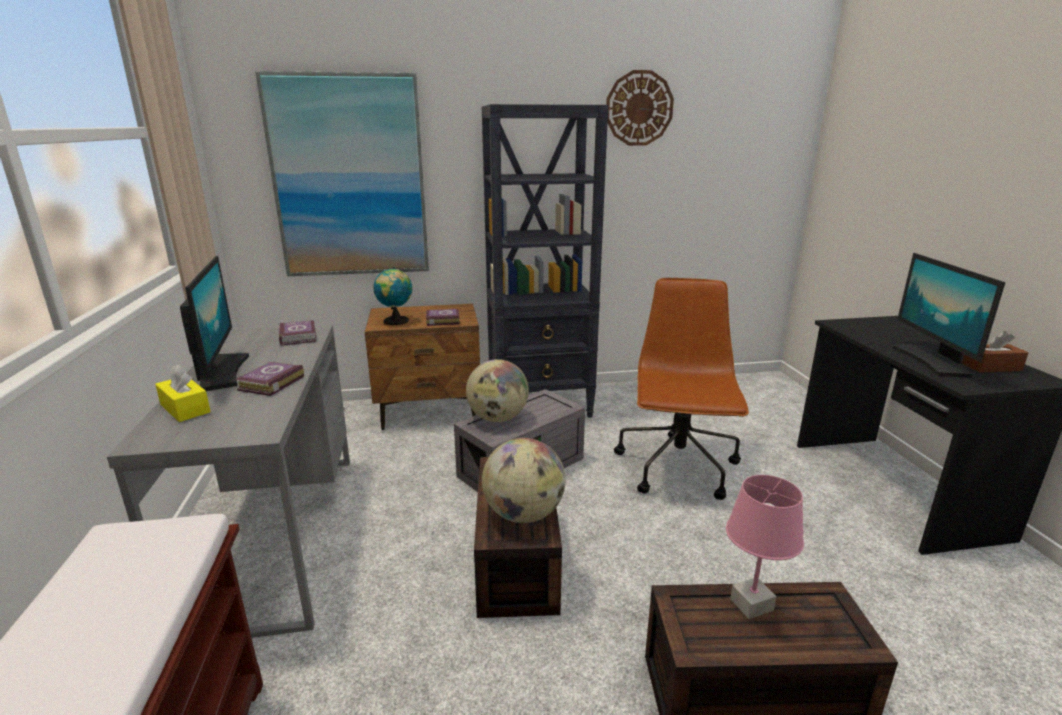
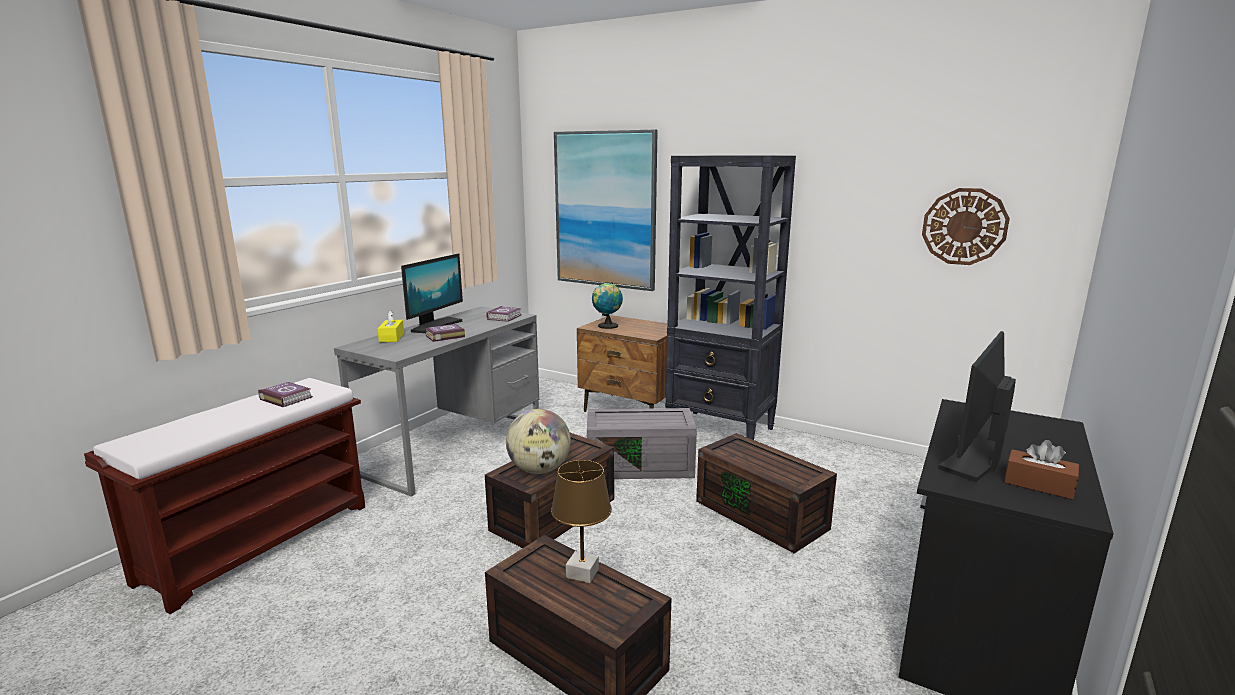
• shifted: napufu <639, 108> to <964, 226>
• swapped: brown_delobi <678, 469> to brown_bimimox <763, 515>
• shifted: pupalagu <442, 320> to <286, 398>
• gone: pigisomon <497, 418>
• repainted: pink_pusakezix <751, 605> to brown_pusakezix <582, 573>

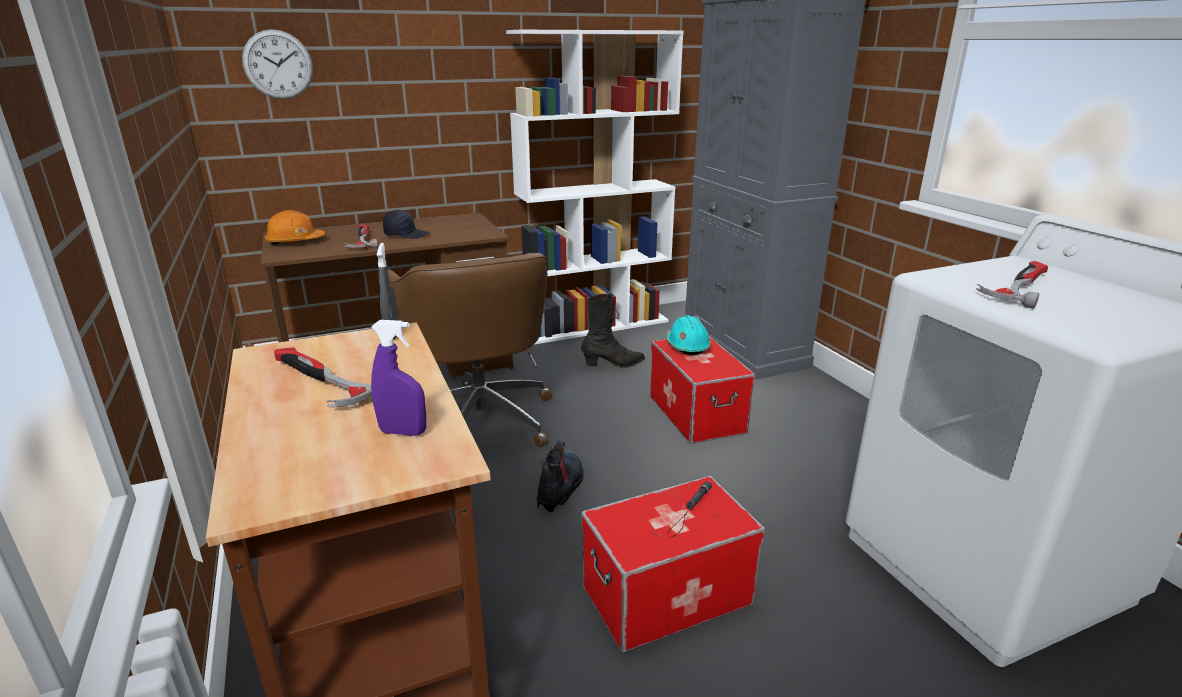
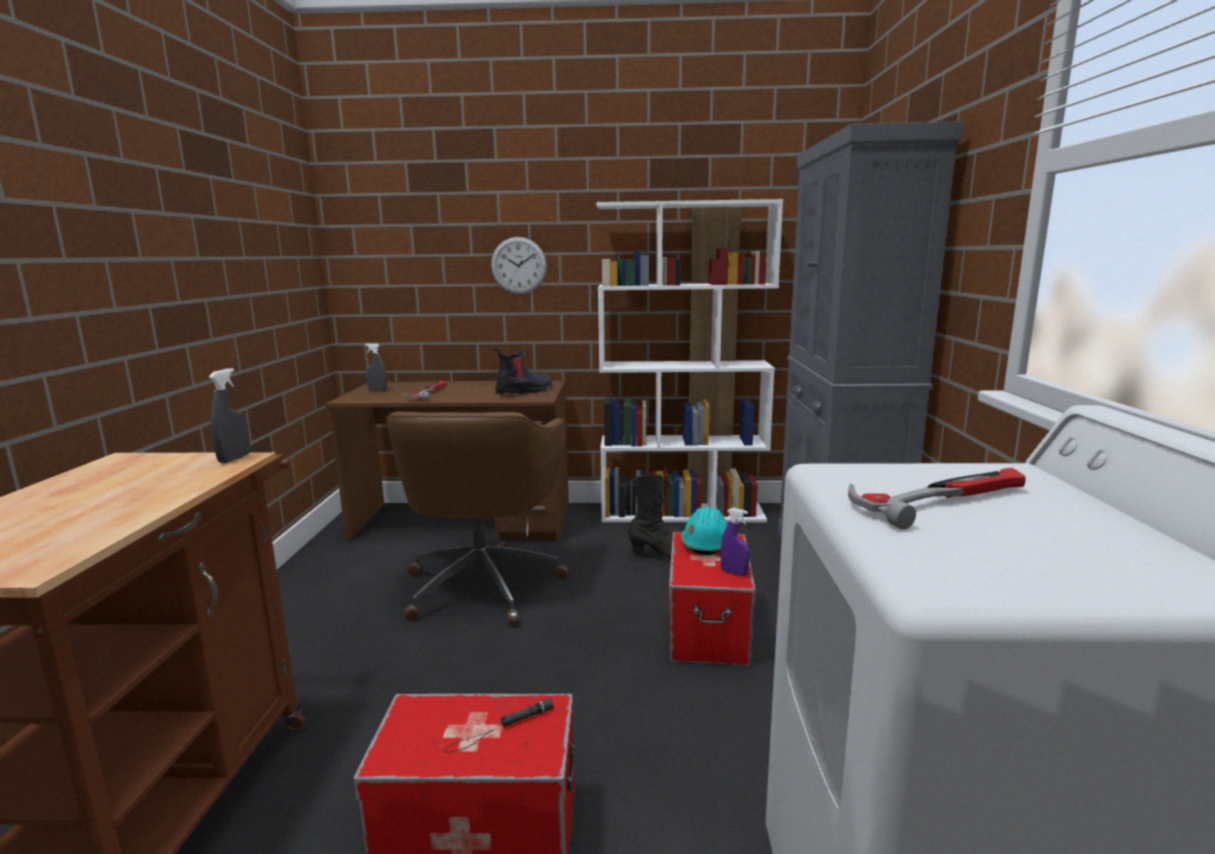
• shifted: napufu <278, 65> to <518, 265>
• swapped: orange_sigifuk <295, 242> to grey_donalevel <377, 390>
• gone: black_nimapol <406, 234>
• shifted: purple_donalevel <403, 432> to <734, 573>
• gone: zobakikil <320, 381>
• shifted: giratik <560, 487> to <524, 391>

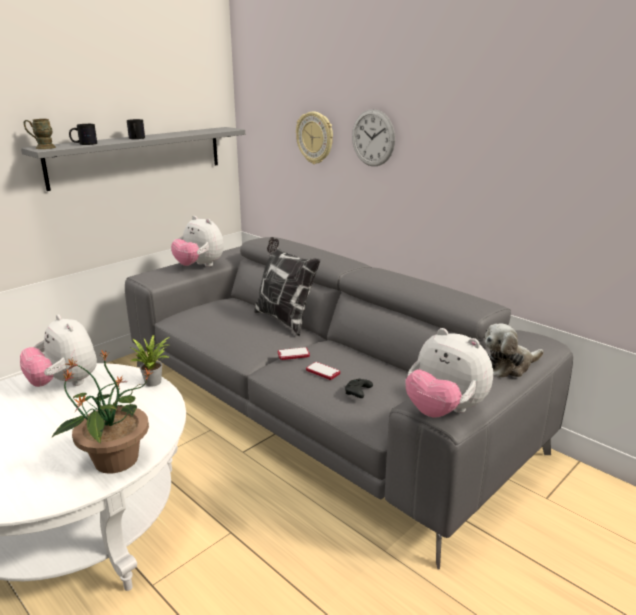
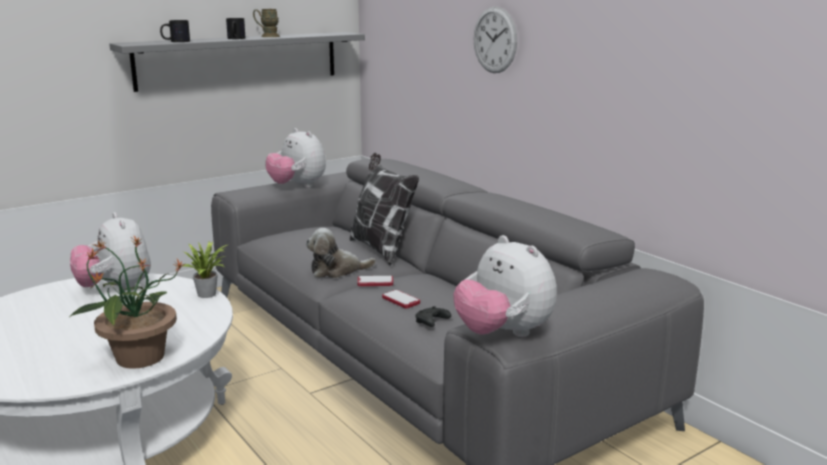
• gone: napufu <315, 138>
• shifted: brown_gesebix <41, 147> to <267, 36>
• shifted: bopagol <508, 366> to <337, 270>

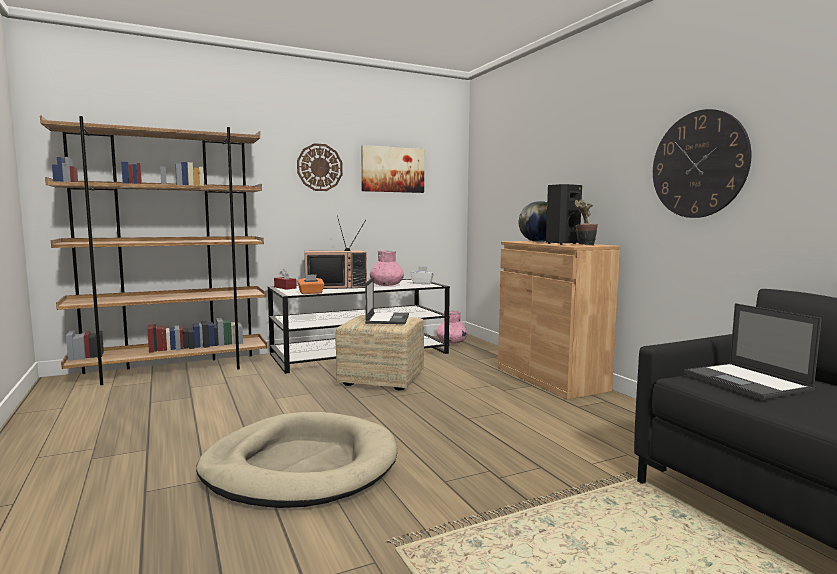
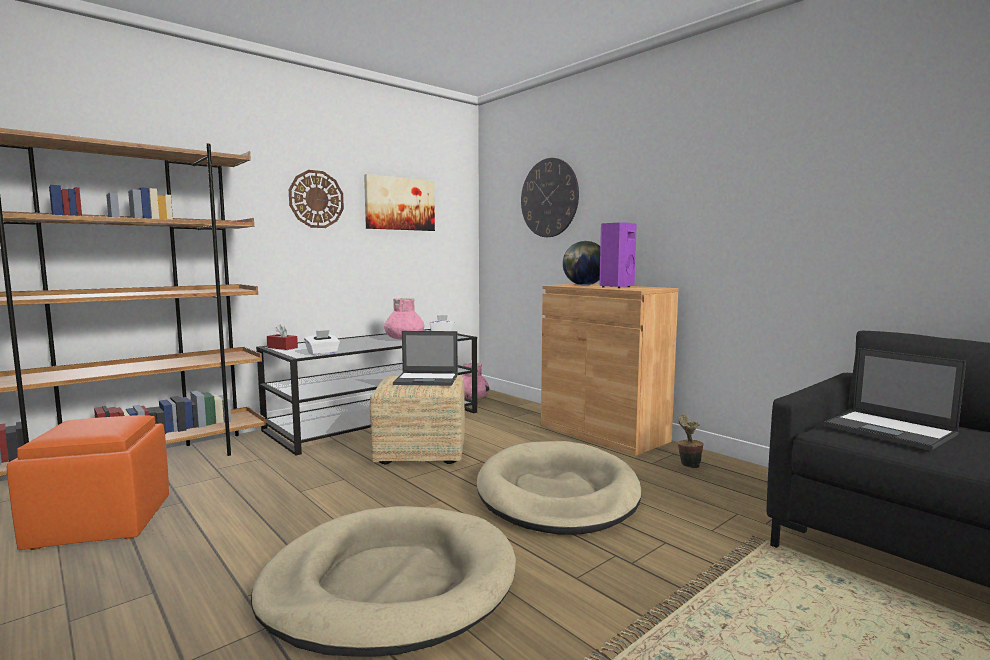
• shifted: napufu <698, 164> to <549, 198>
• repainted: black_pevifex <561, 243> to purple_pevifex <615, 287>
• shifted: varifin <584, 245> to <688, 465>
• gone: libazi <336, 286>
• repainted: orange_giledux <311, 293> to white_giledux <322, 353>
• rotated: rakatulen <387, 319> = <427, 380> 105 degrees clockwise
• new: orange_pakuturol <99, 524>
• new: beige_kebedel <557, 493>

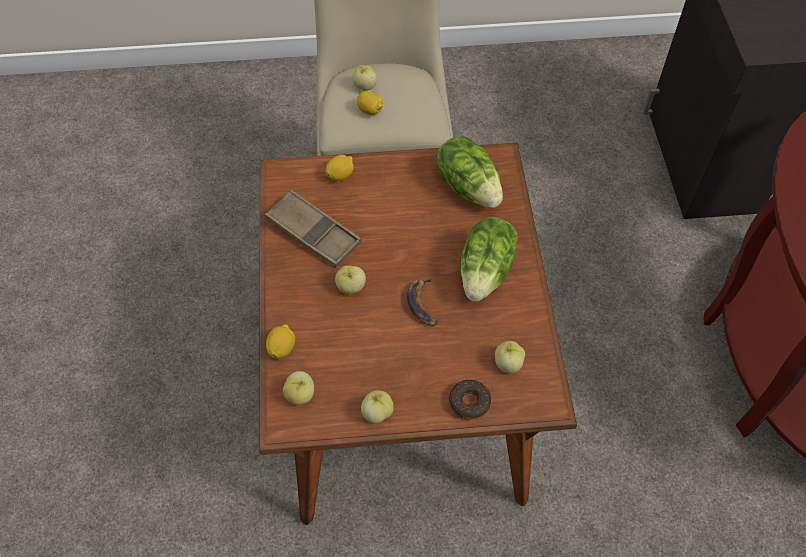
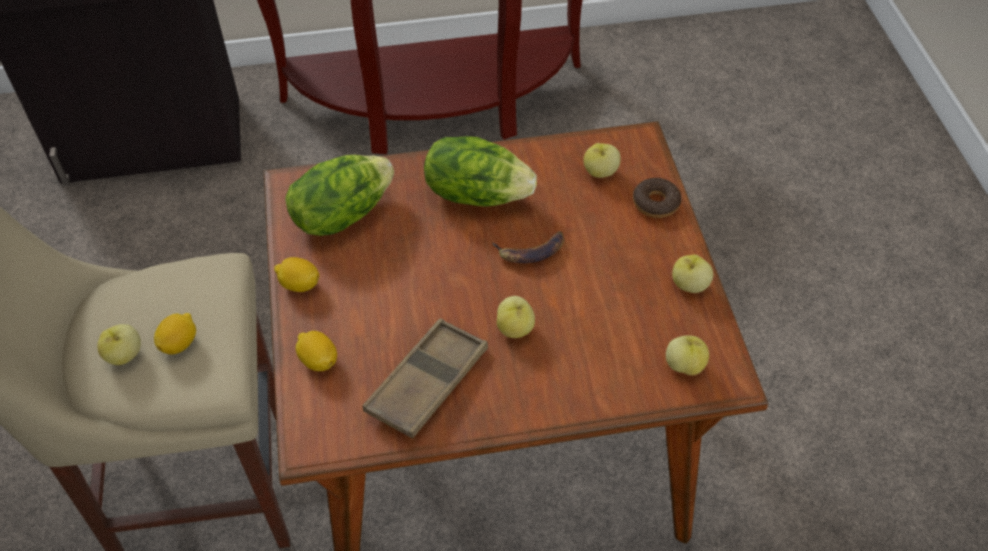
• shifted: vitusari <282, 348> to <299, 284>

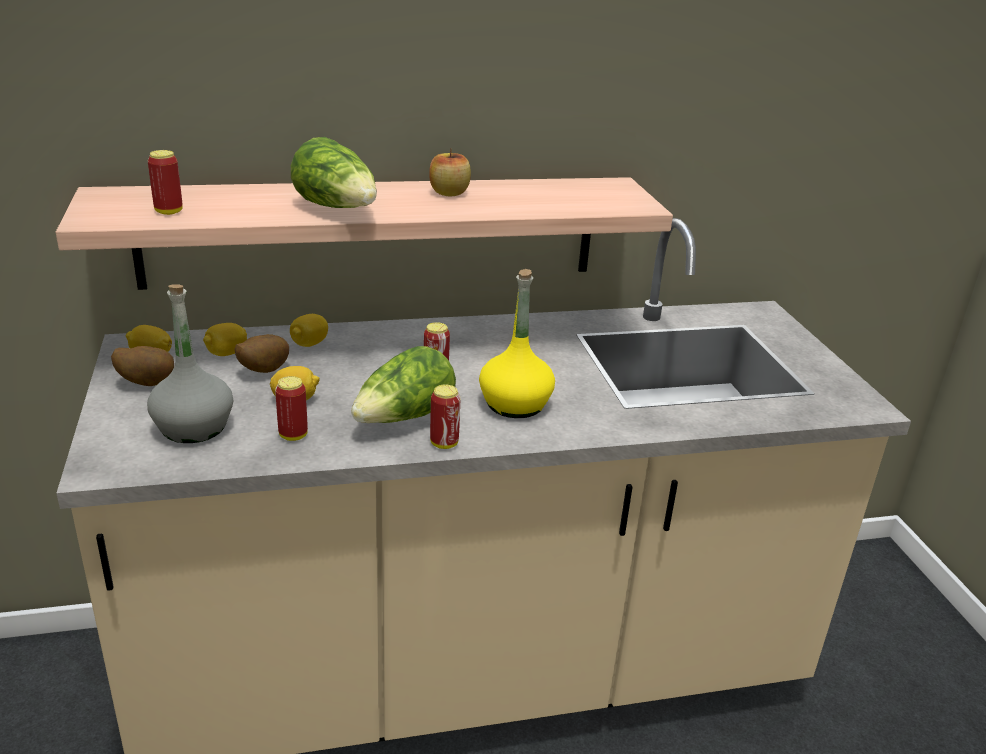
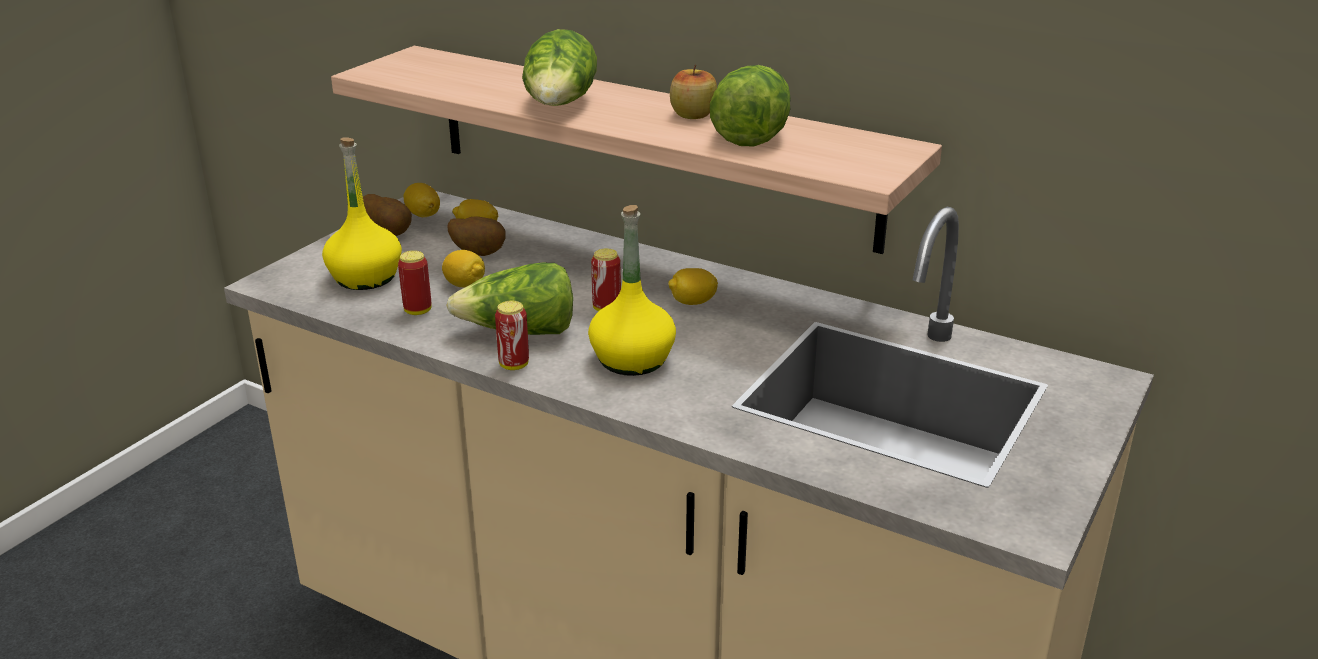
• gone: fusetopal <169, 212>
• repainted: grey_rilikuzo <193, 427> to yellow_rilikuzo <365, 277>
• shifted: vitusari <309, 344> to <692, 302>
• new: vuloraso <750, 133>

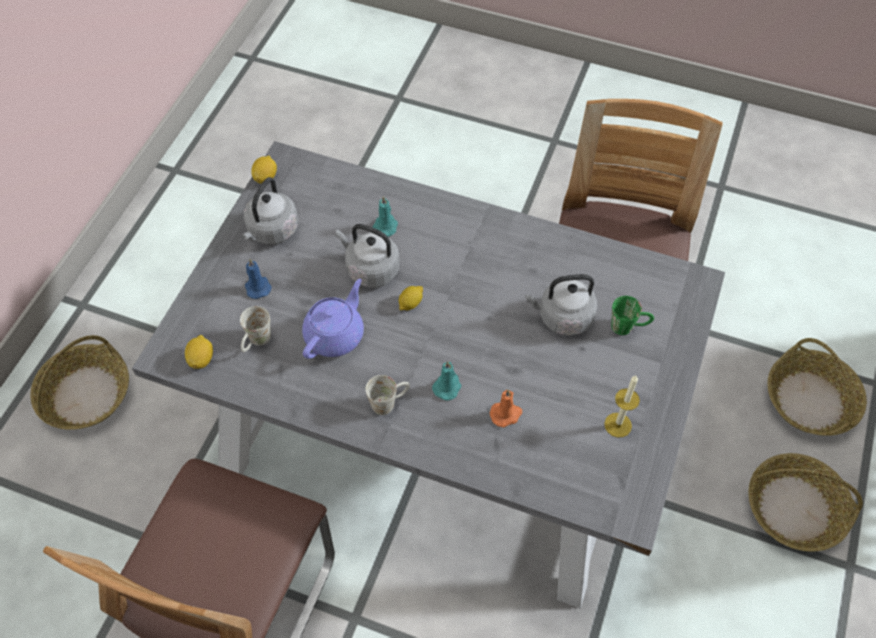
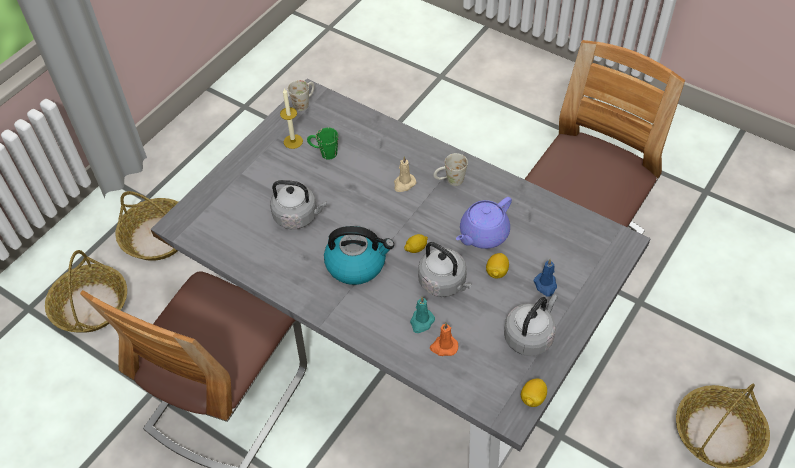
• shifted: green_gesebix <628, 326> to <323, 152>
• shifted: white_gesebix <256, 342> to <304, 102>
• shifted: vitusari <201, 359> to <496, 272>
• repainted: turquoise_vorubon <447, 386> to beige_vorubon <404, 184>
• shifted: orange_vorubon <506, 414> to <443, 347>
• new: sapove <357, 264>

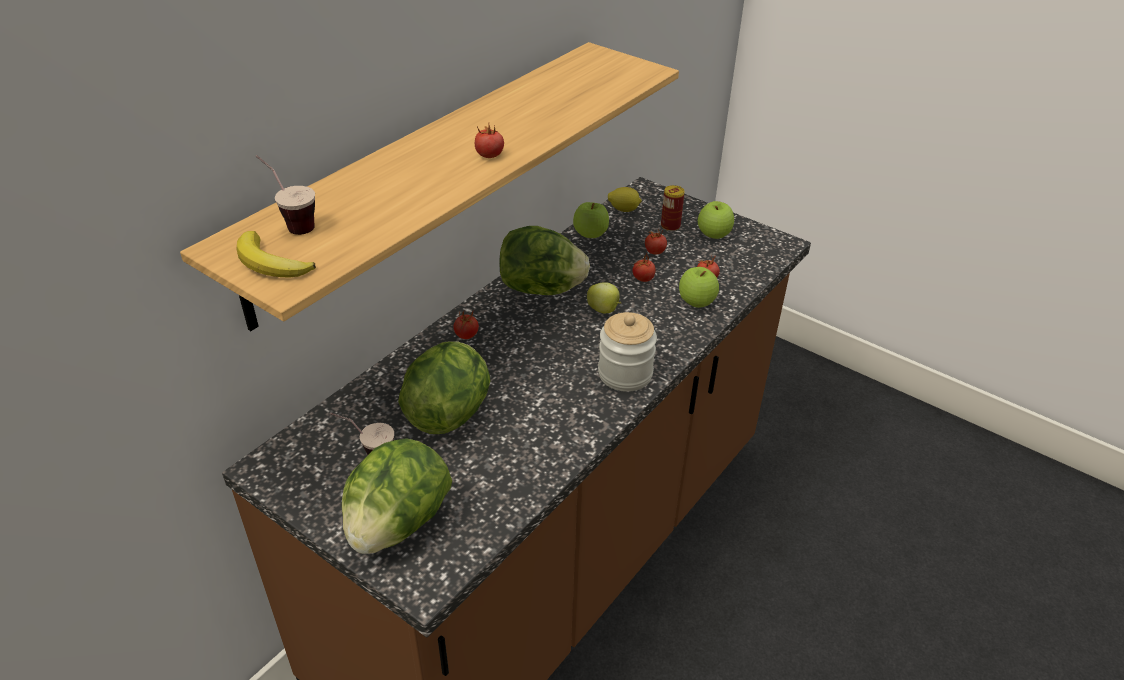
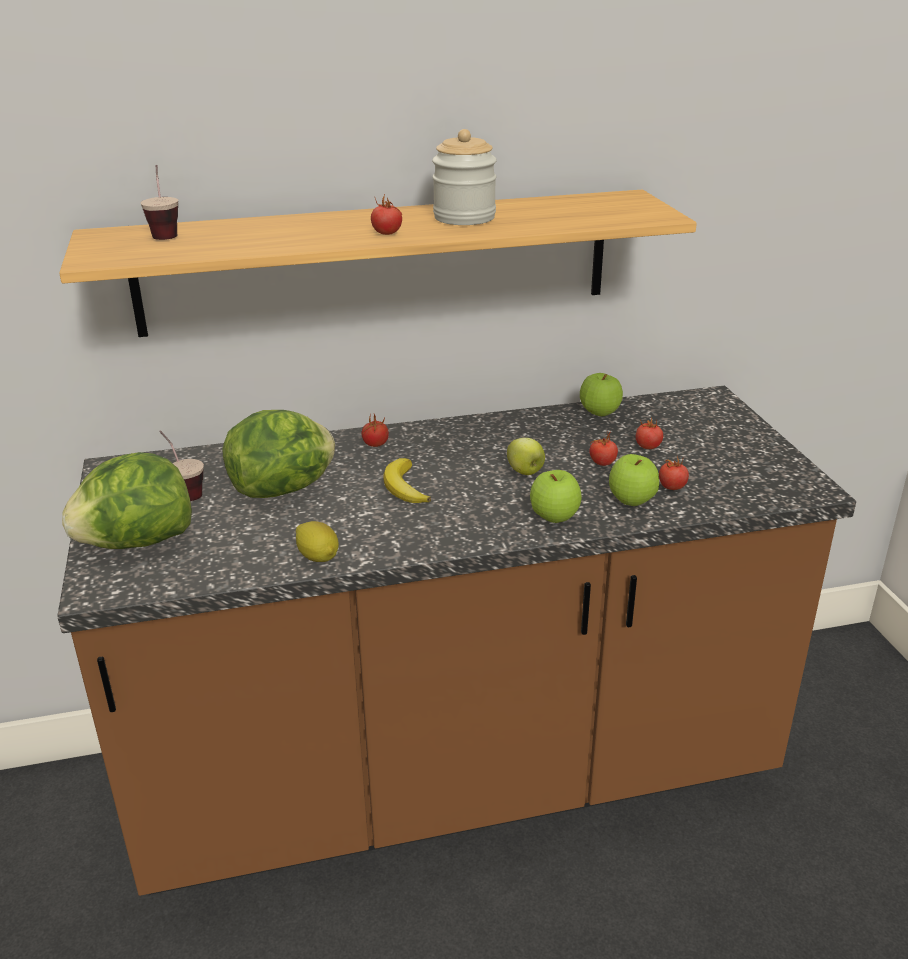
• gone: fusetopal <670, 226>
• shifted: vitusari <623, 210> to <318, 557>
• shifted: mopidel <713, 235> to <554, 518>
• gone: vuloraso <541, 289>
• shifted: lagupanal <271, 263> to <404, 487>
• shifted: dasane <625, 374> to <464, 217>

